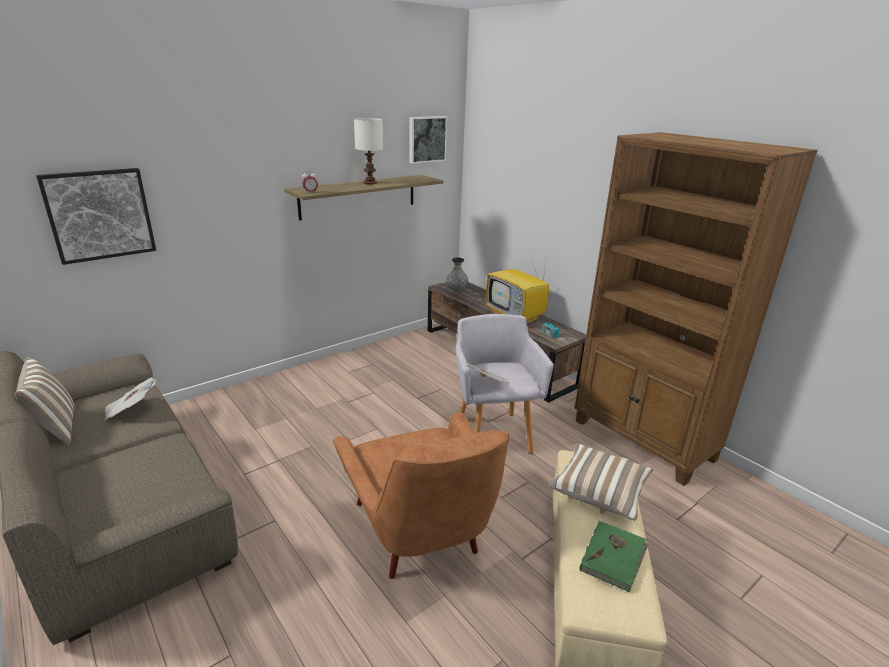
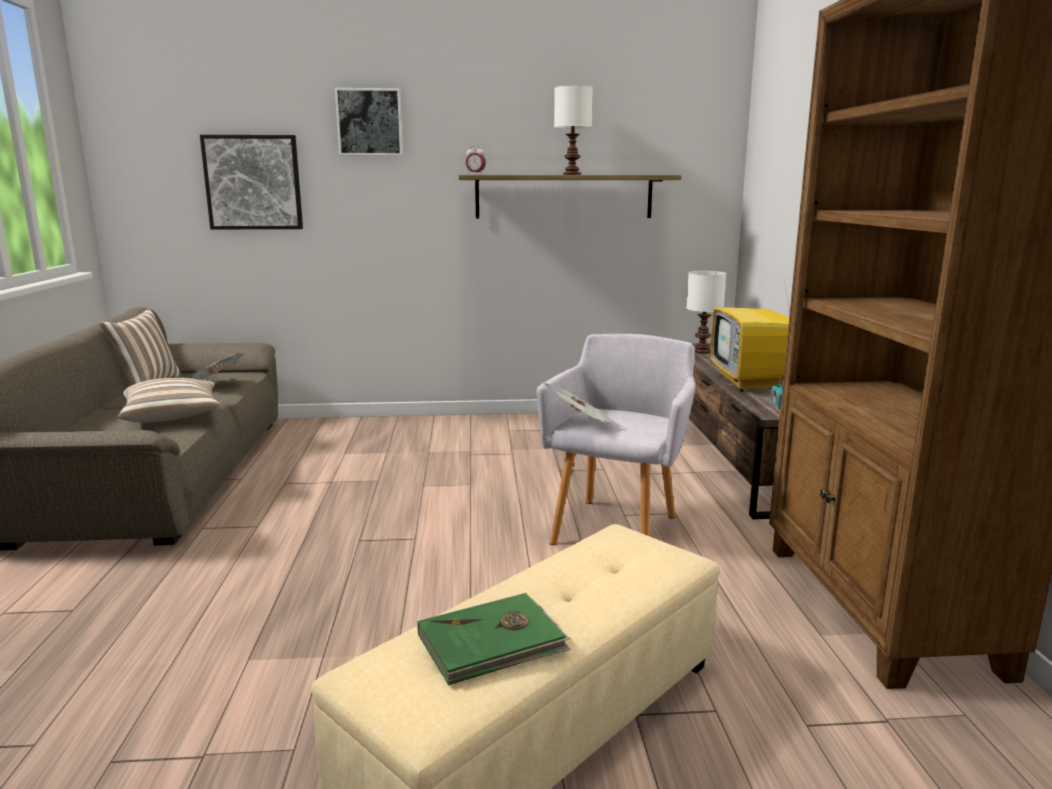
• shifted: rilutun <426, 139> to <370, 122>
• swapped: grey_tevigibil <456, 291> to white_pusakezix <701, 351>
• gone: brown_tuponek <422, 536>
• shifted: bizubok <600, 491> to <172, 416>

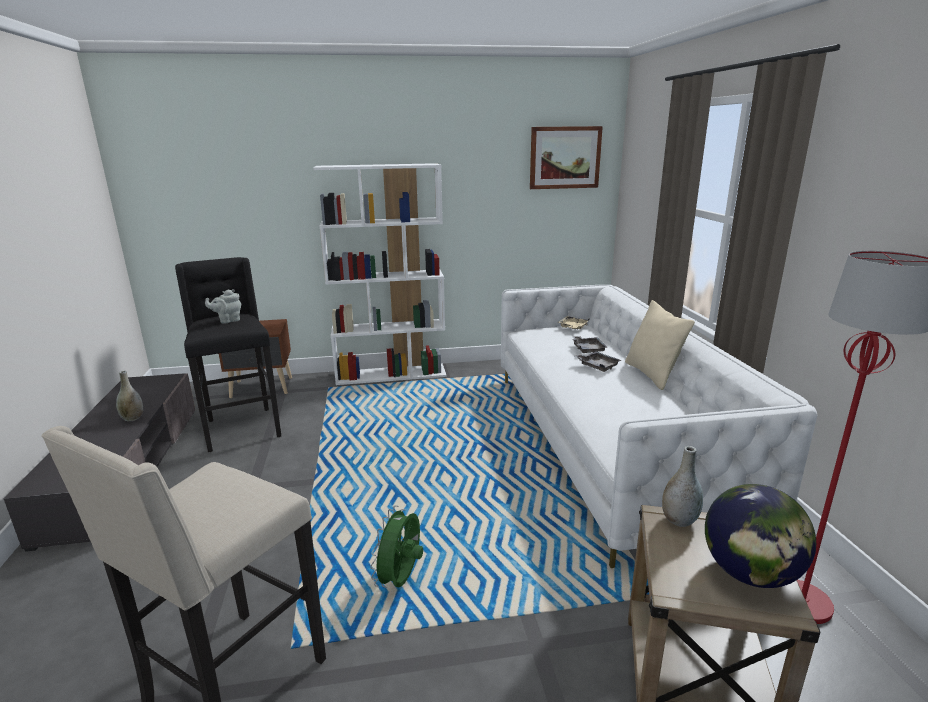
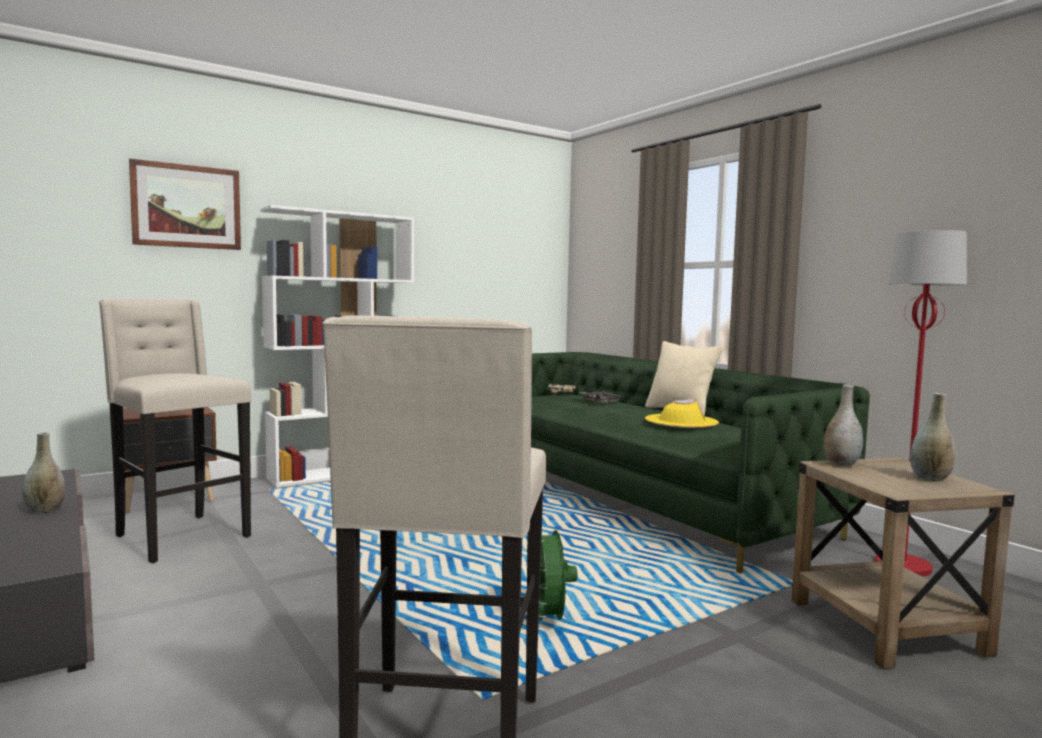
• shifted: rilutun <565, 157> to <186, 206>
• repainted: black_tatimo <242, 428> to beige_tatimo <179, 537>
• repainted: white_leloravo <606, 445> to green_leloravo <639, 498>
• gone: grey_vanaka <228, 320>
• gone: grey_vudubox <597, 366>
• swapped: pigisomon <749, 573> to grey_tevigibil <930, 479>
• new: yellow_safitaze <681, 421>

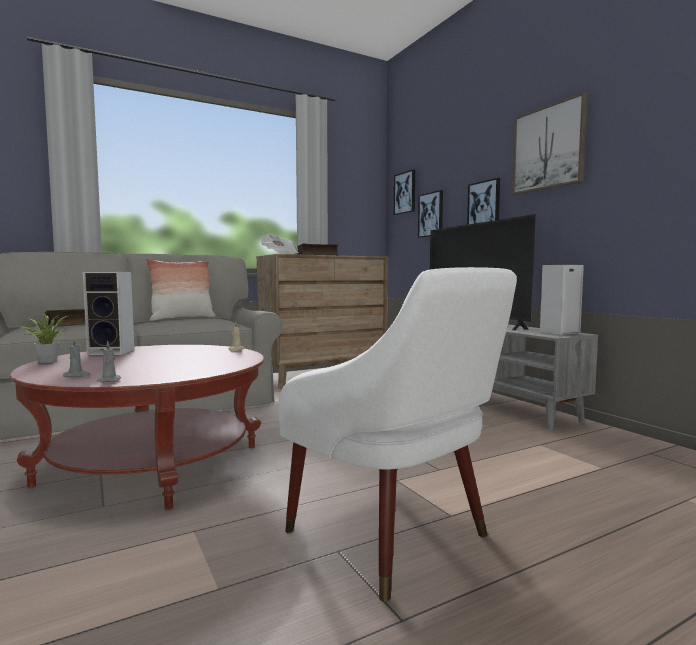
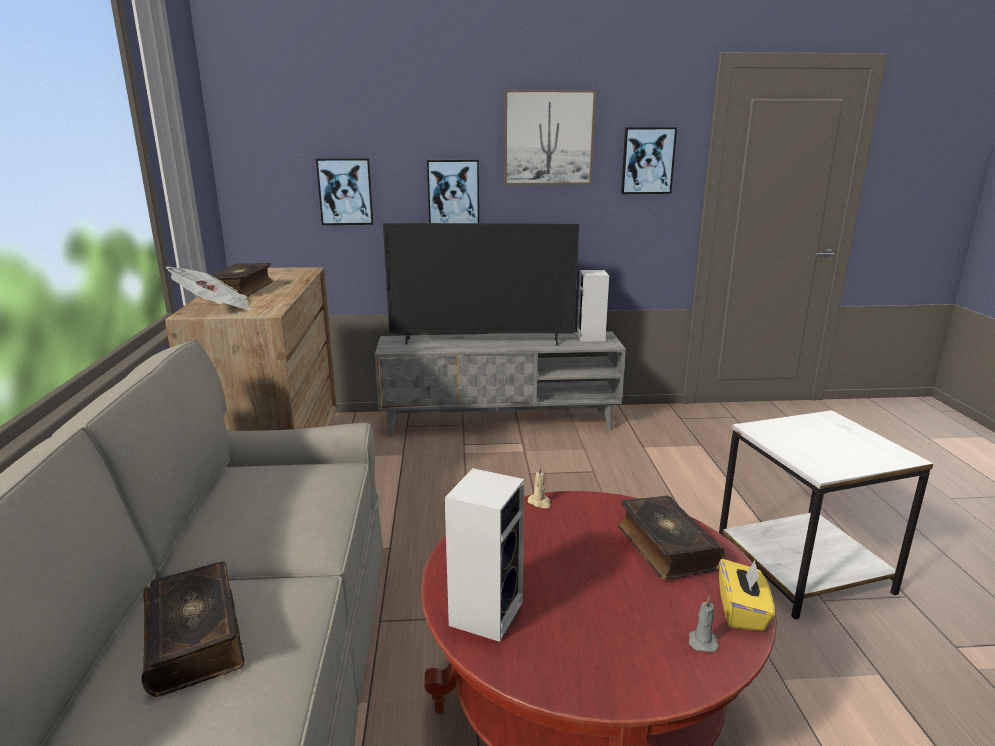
• shifted: rilutun <405, 193> to <647, 160>
• gone: bizubok <182, 318>
• swapped: white_tuponek <396, 539> to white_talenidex <805, 568>
• gone: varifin <46, 361>
• swapped: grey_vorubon <109, 380> to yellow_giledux <742, 611>
• new: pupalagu <665, 547>

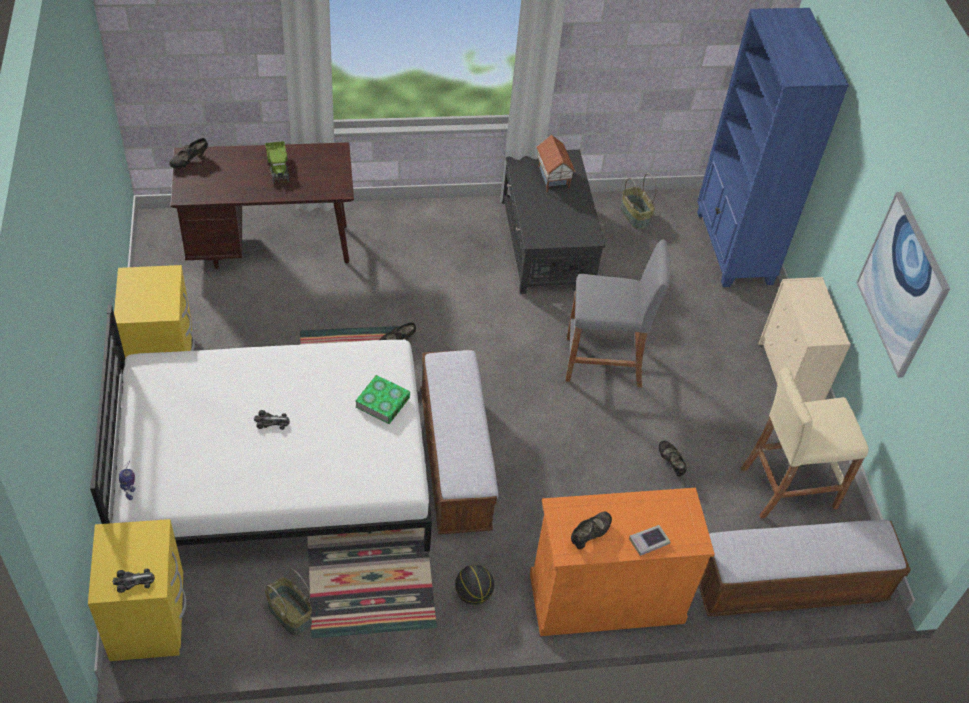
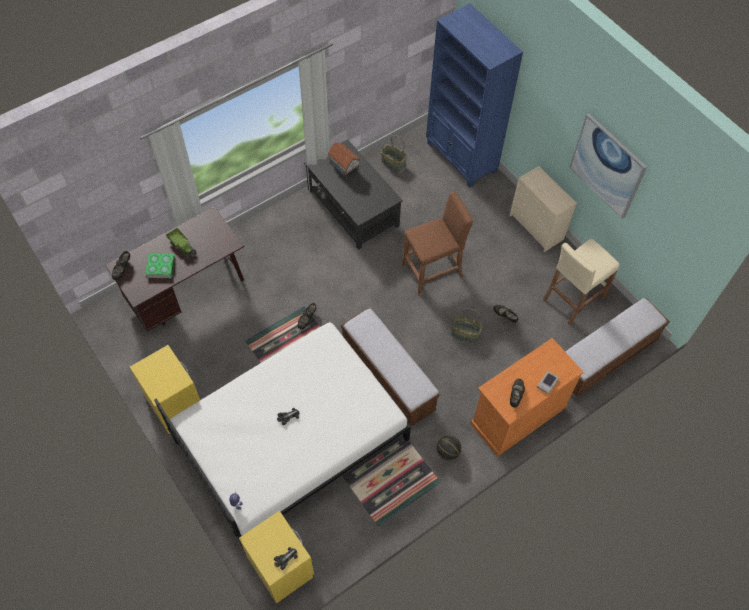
• repainted: grey_tatimo <604, 362> to brown_tatimo <433, 271>
• shifted: pupalagu <382, 402> to <161, 267>
• shifted: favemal <289, 614> to <465, 334>

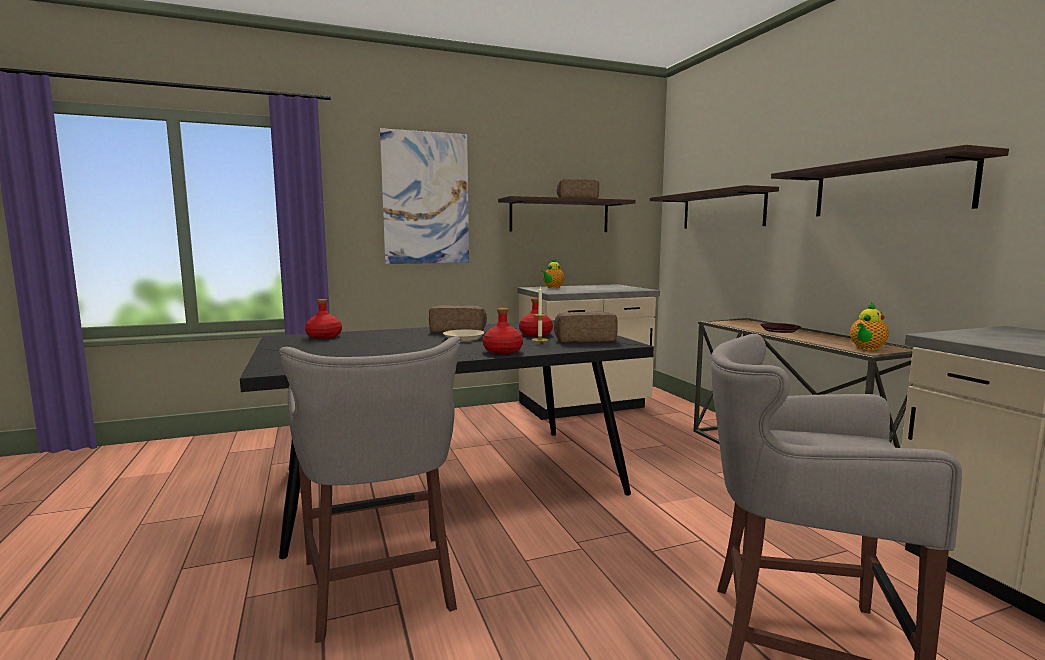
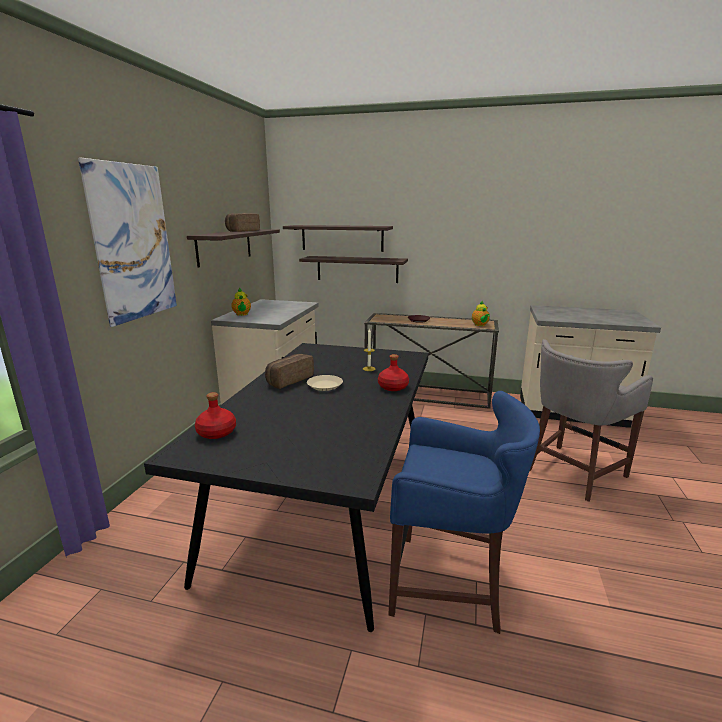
• shifted: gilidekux <888, 188> to <357, 269>
• gone: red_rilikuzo <535, 334>
• gone: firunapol <584, 340>
• repainted: grey_tatimo <381, 586> to blue_tatimo <451, 583>

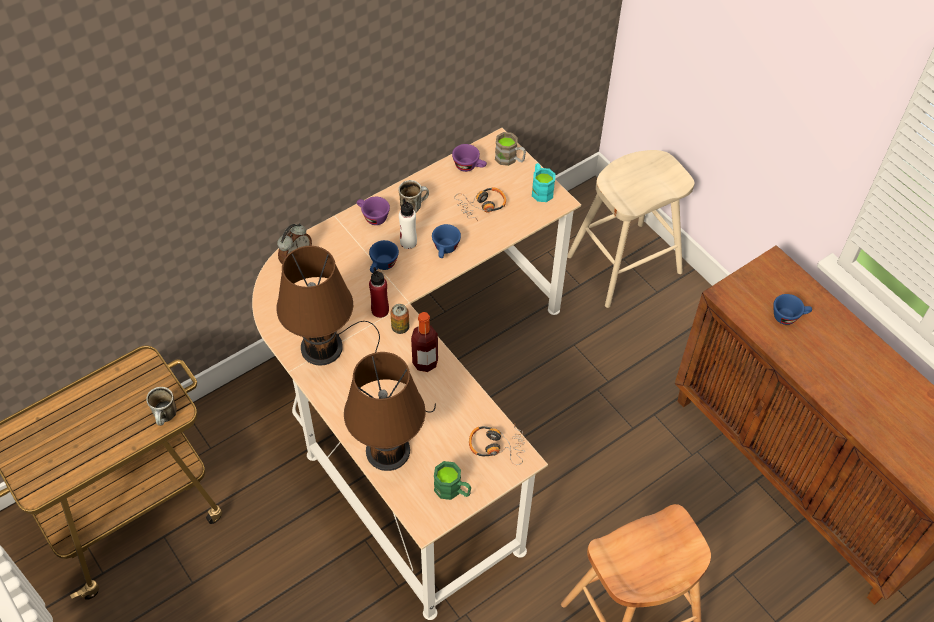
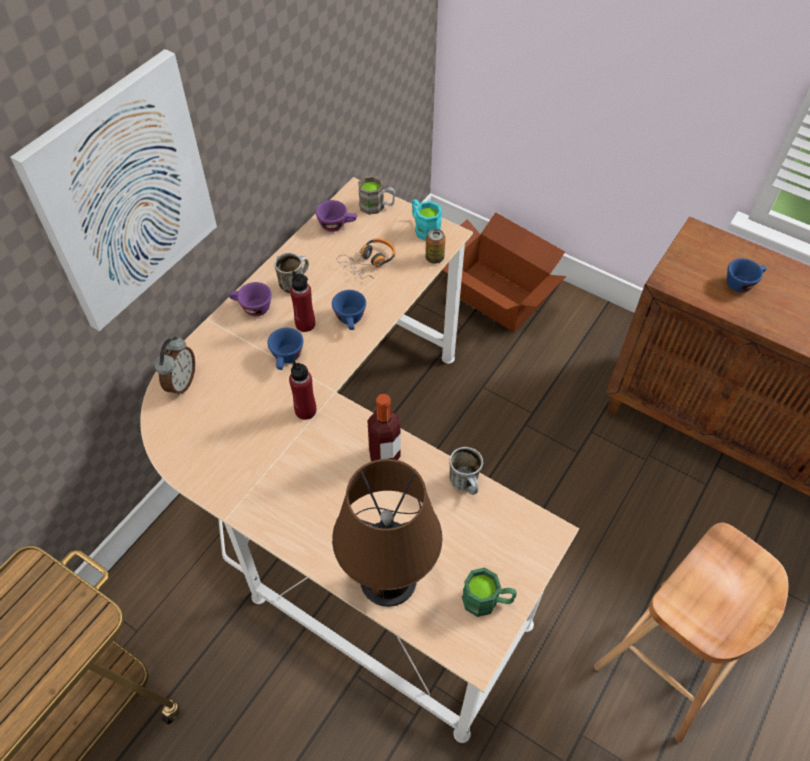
• swapped: beige_tatimo <624, 264> to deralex <495, 294>
• repainted: white_rilikuzo <408, 242> to red_rilikuzo <305, 324>
• gone: brown_pusakezix <327, 347>
• shifted: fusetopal <400, 327> to <434, 258>
• shifted: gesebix <166, 418> to <466, 484>
• gone: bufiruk <496, 446>
• new: rilutun <125, 194>

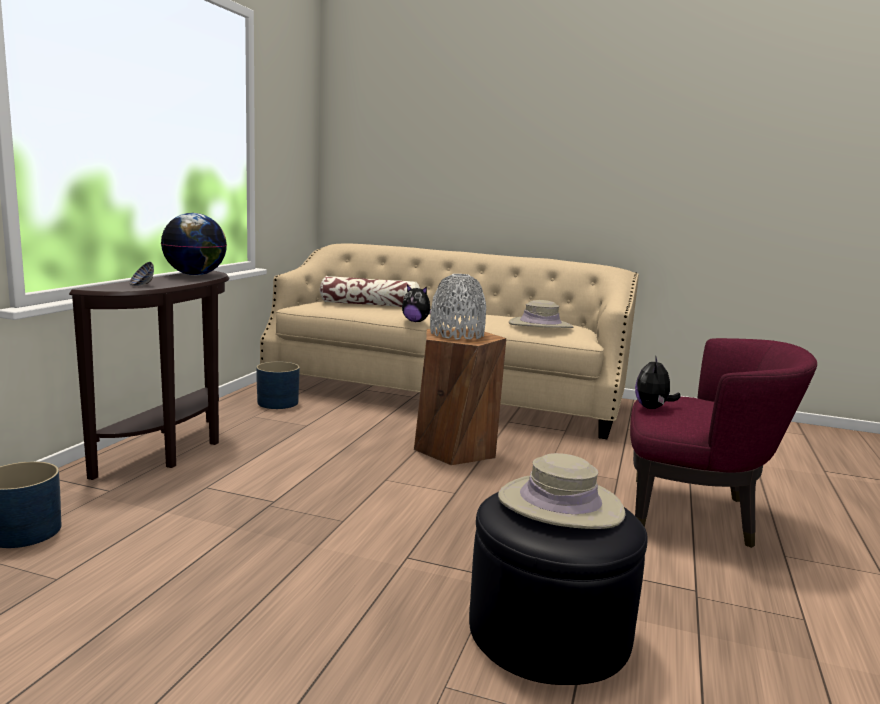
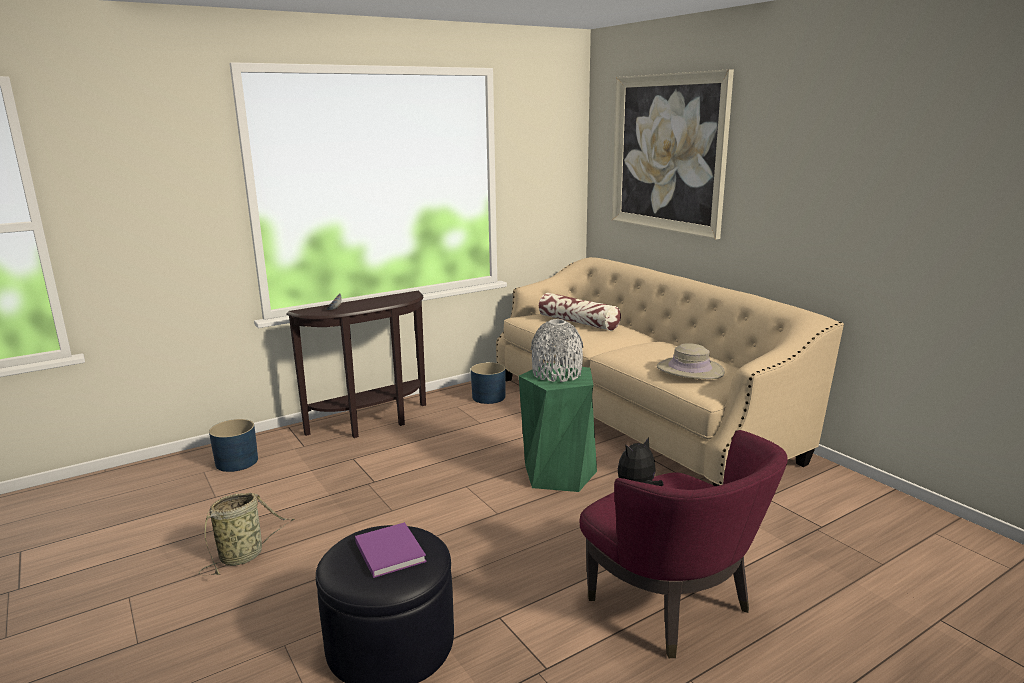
• gone: pigisomon <195, 275>
• gone: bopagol <416, 321>
• repainted: brown_tatimo <455, 449> to green_tatimo <559, 474>
• swapped: beige_safitaze <560, 505> to purple_pupalagu <389, 550>
• new: rilutun <668, 153>
• new: favemal <244, 555>

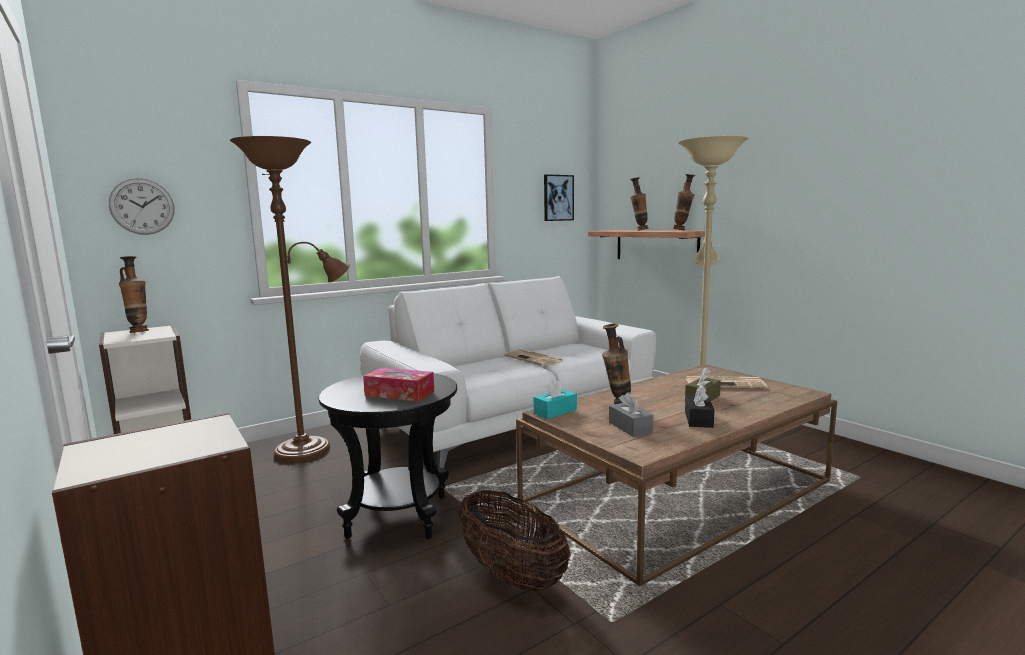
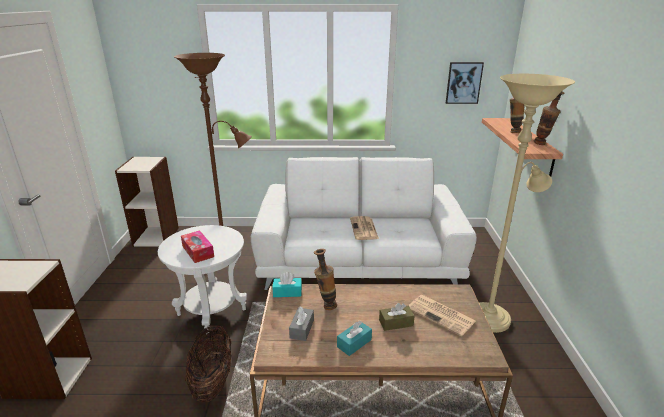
• gone: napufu <142, 206>
• gone: tevigibil <139, 332>
• repainted: black_talenidex <397, 517> to white_talenidex <211, 312>
• repainted: black_giledux <698, 419> to turquoise_giledux <354, 343>

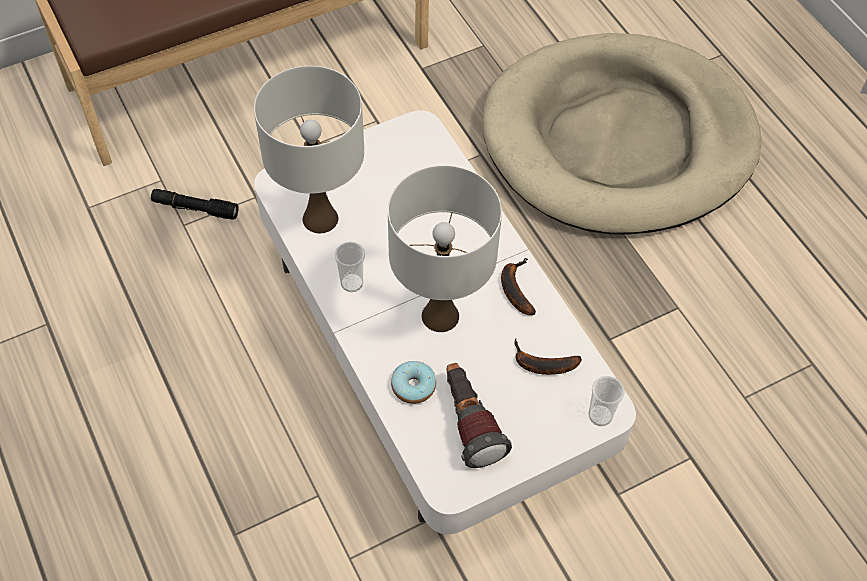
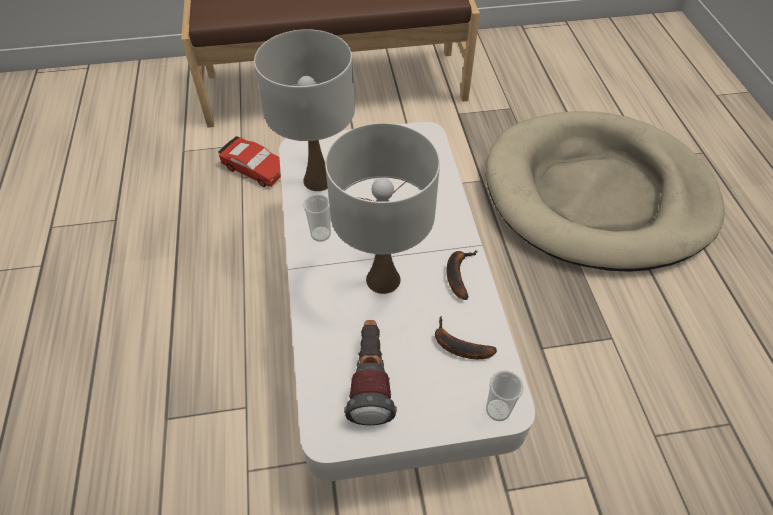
• swapped: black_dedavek <195, 208> to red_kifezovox <255, 168>
• gone: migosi <413, 386>

